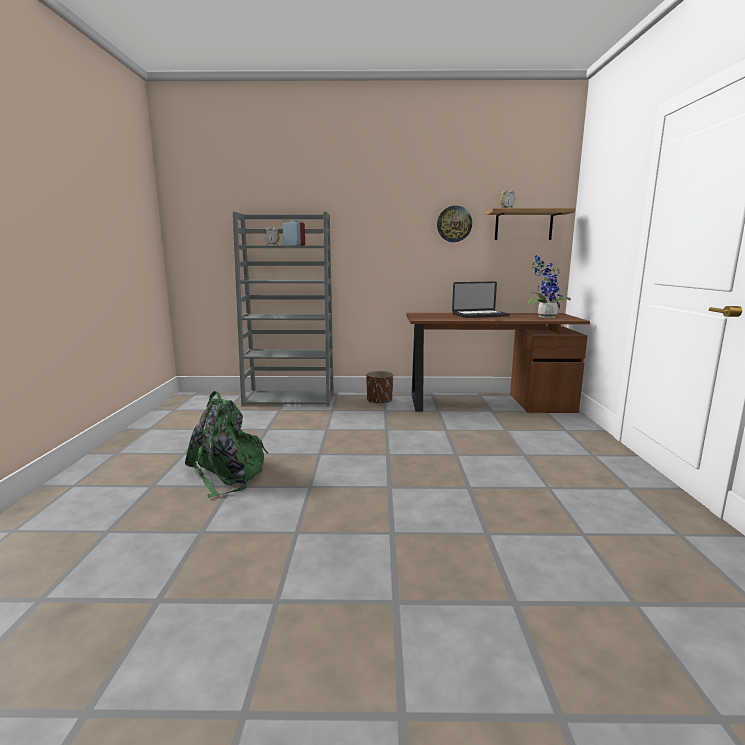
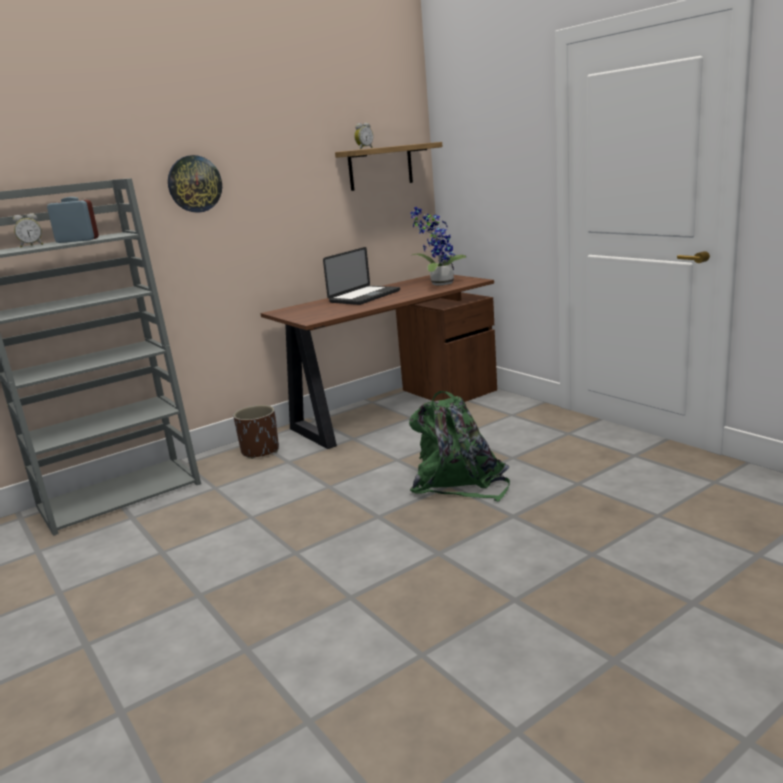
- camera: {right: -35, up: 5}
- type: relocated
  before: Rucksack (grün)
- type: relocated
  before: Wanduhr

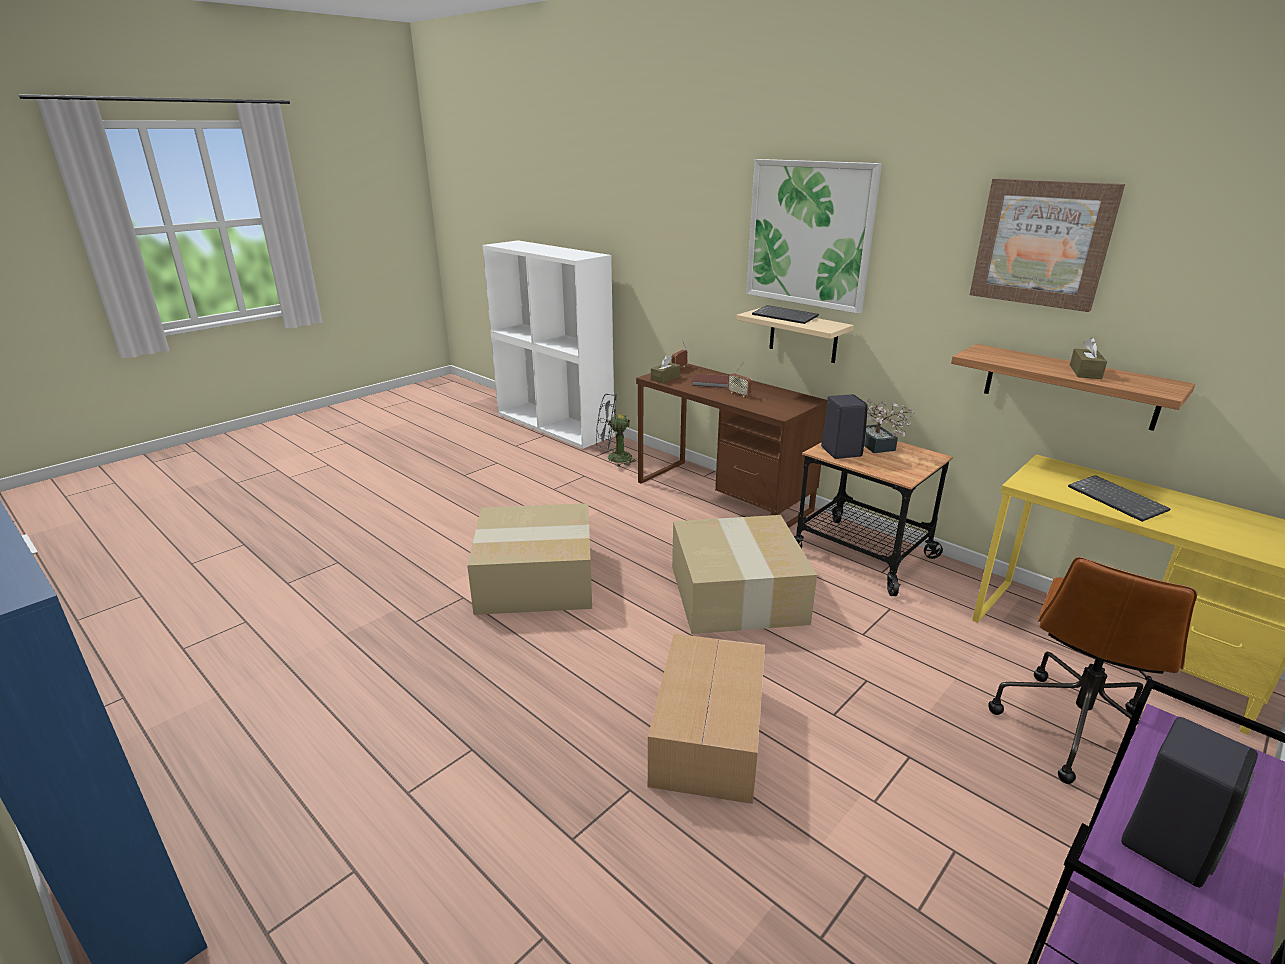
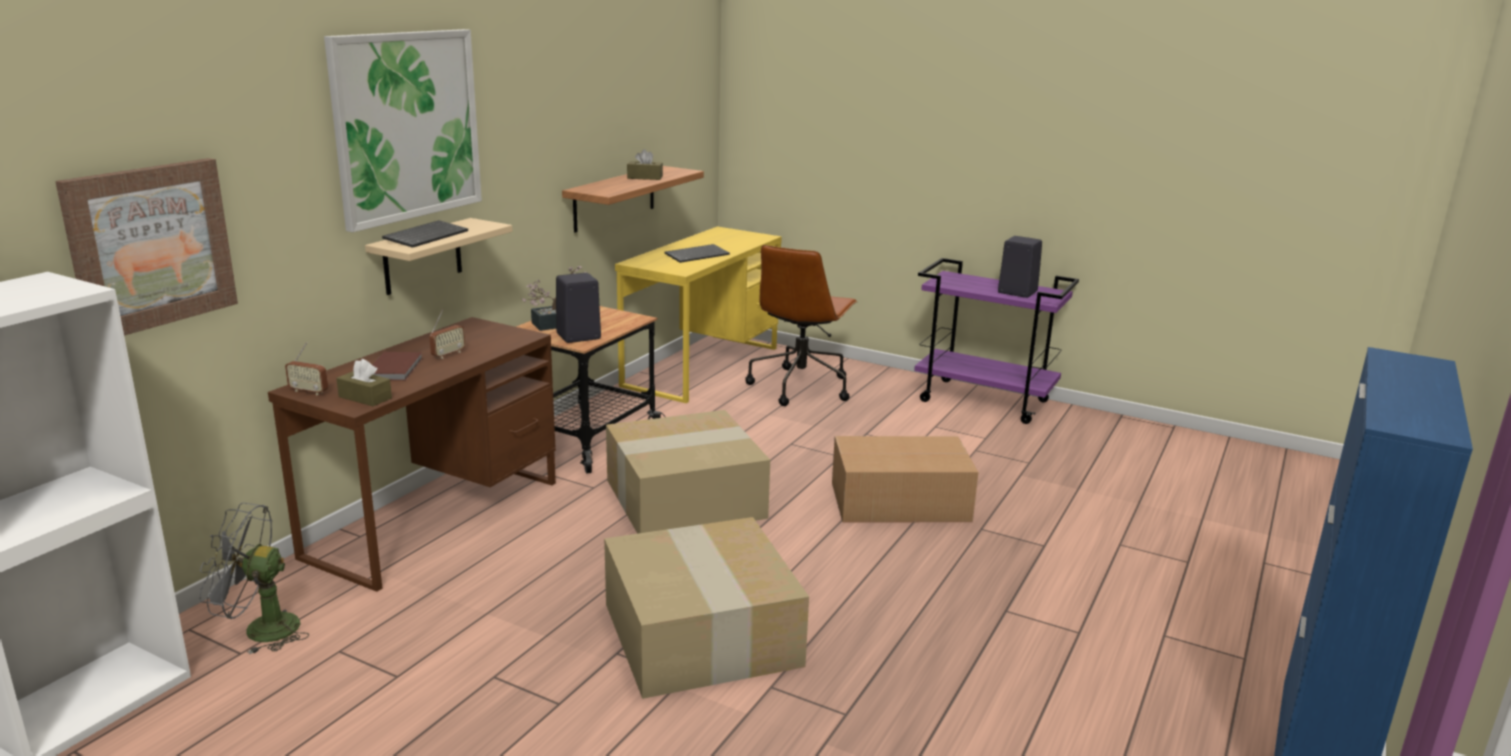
- camera: {right: -105, up: -5}
- type: spun
  before: Ventilator (grau)
  turn: 105
- type: relocated
  before: Bild (no. 2 from left in the first image)
  after: Bild (no. 1 from left)
- type: spun
  before: Bürostuhl (braun)
  turn: 90

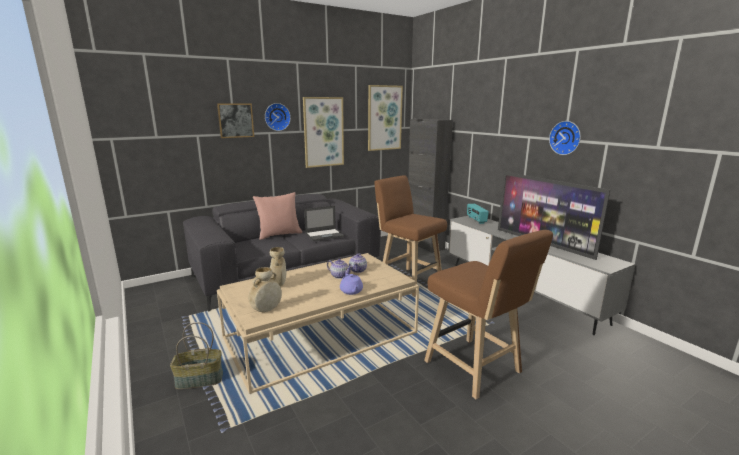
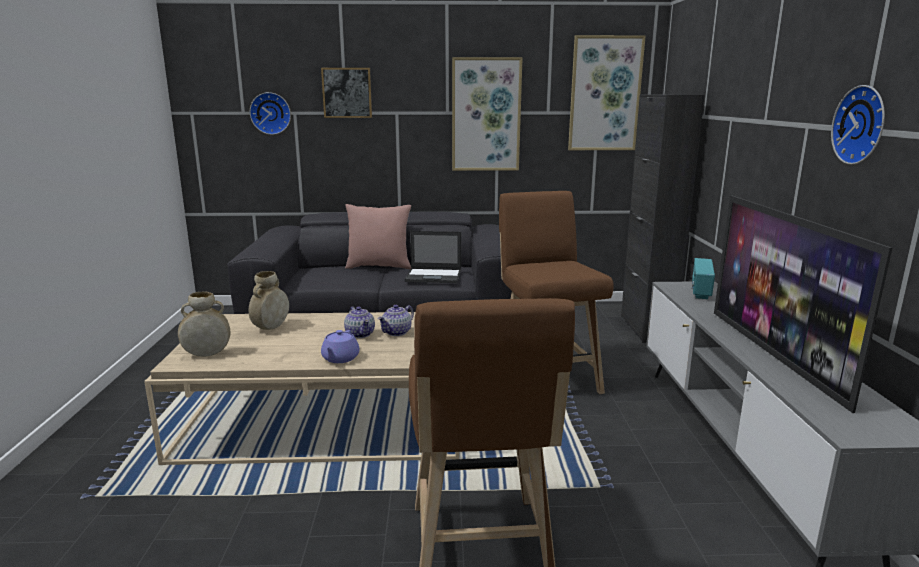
- camera: {right: 30, up: 0}
- type: missing
  before: Korb
- type: relocated
  before: Wanduhr (no. 1 from left)

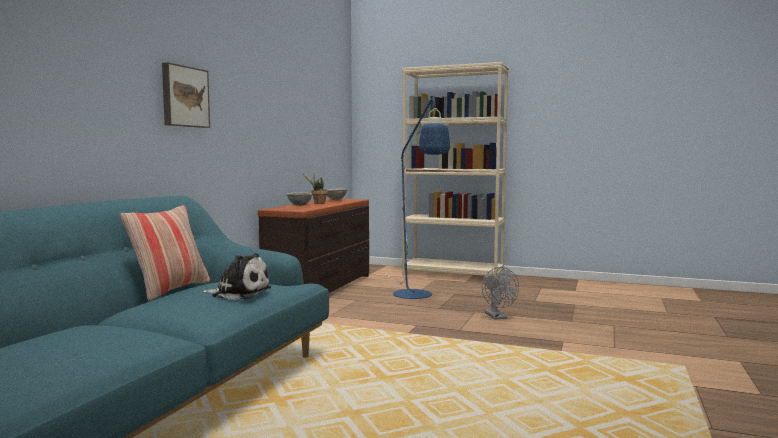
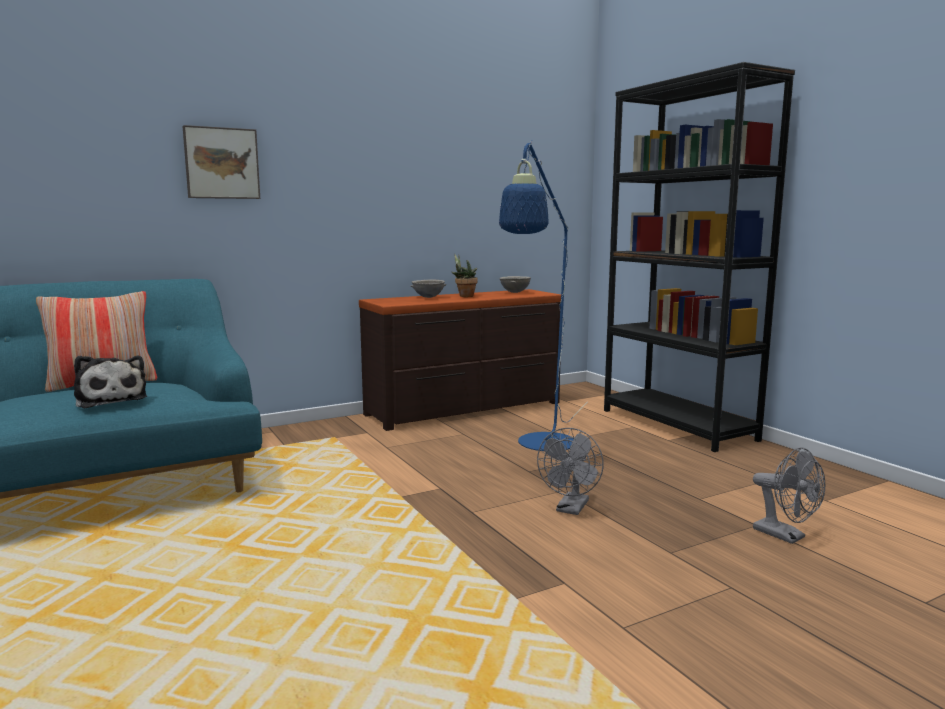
- camera: {right: 40, up: 5}
- type: colour
  before: Bücherregal (beige)
  after: Bücherregal (schwarz)
- type: appeared
  after: Ventilator (grau) (no. 2 from left)

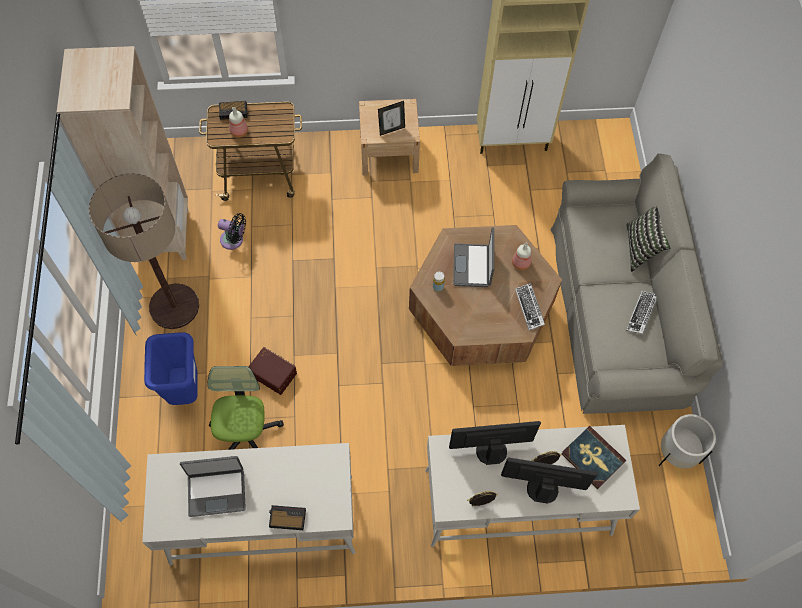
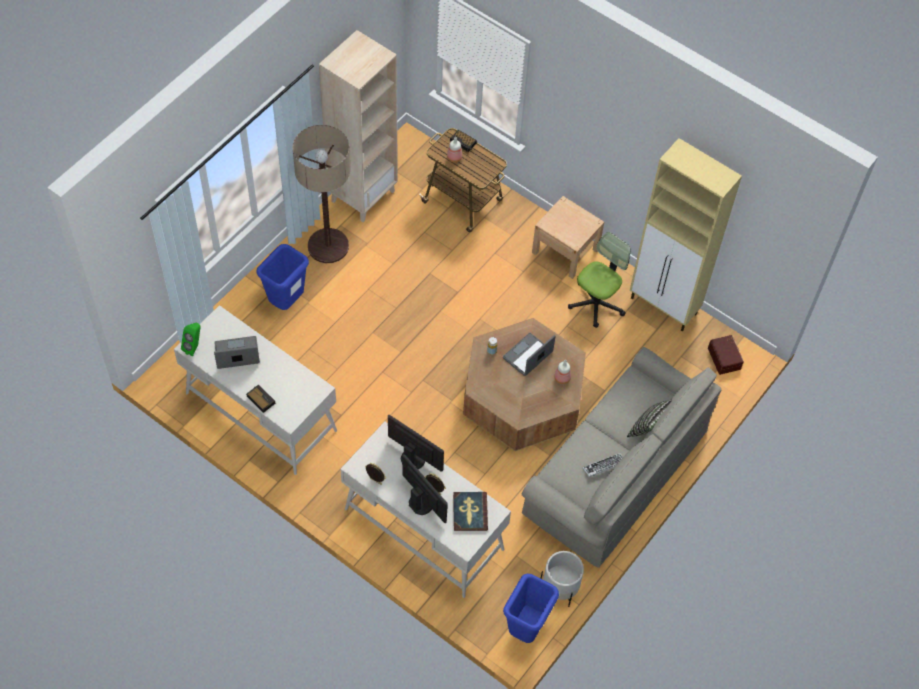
- camera: {right: 40, up: -5}
- type: spun
  before: Laptop (no. 1 from left)
  turn: 135
- type: relocated
  before: Bürostuhl
- type: missing
  before: Ventilator (schwarz)
- type: relocated
  before: Aufbewahrungsbox (braun)
- type: missing
  before: Bilderrahmen (no. 1 from left)
- type: missing
  before: Tastatur (no. 1 from left)
- type: appeared
  after: Lautsprecher (grün)
- type: appeared
  after: Mülleimer (blau) (no. 2 from left)

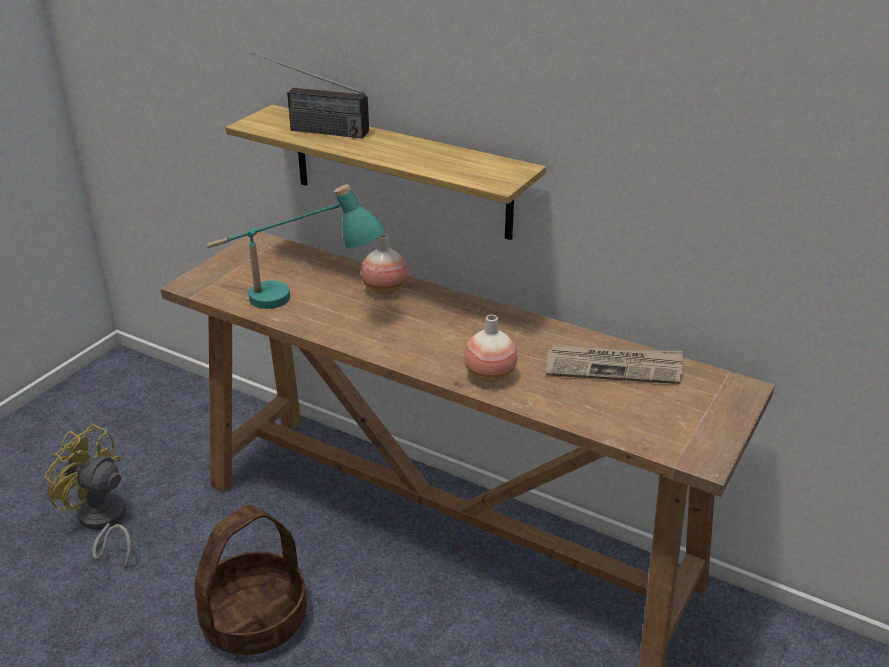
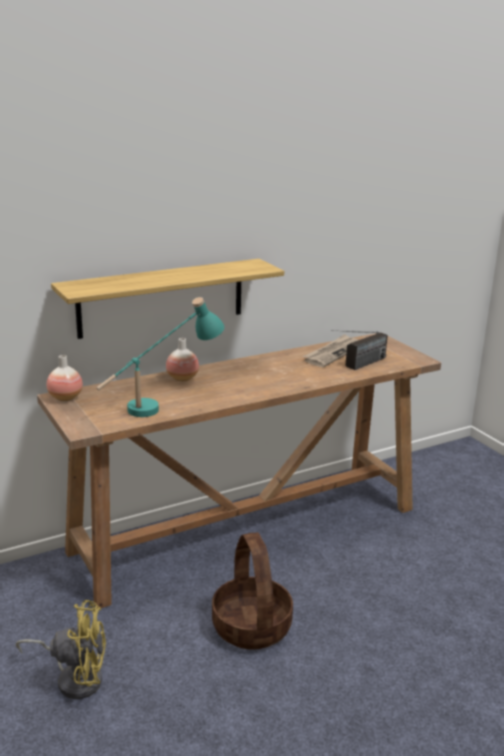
- camera: {right: -60, up: -10}
- type: spun
  before: Ventilator (gelb)
  turn: -150
- type: relocated
  before: Radio
- type: relocated
  before: Vase (no. 2 from left in the first image)
  after: Vase (no. 1 from left)

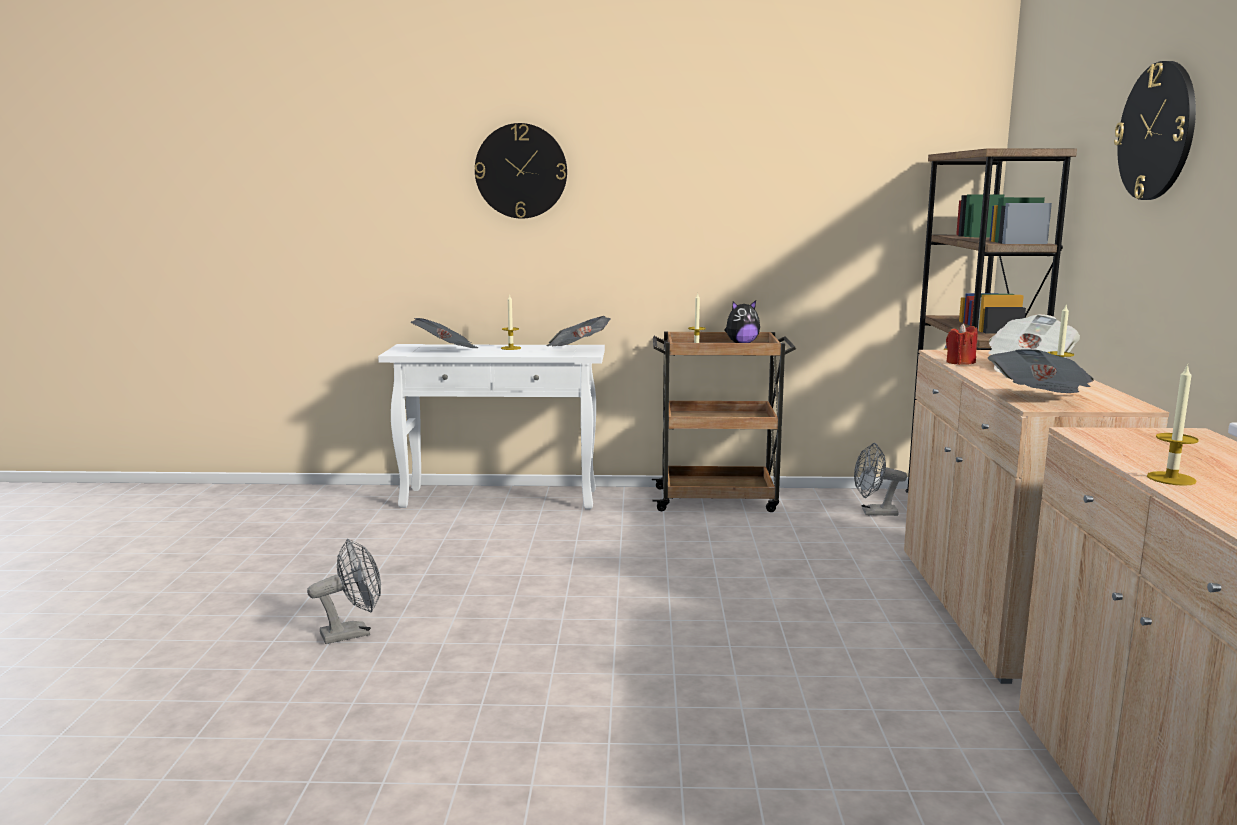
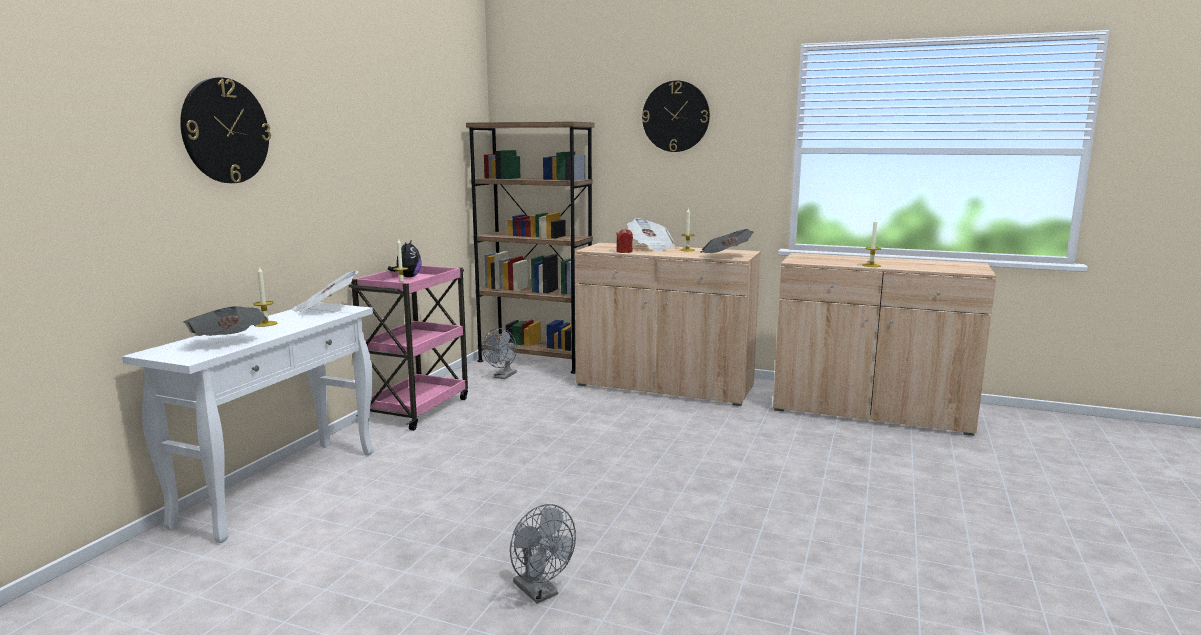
- camera: {right: -70, up: 0}
- type: spun
  before: Ventilator (grau) (no. 1 from left in the first image)
  turn: 150
- type: colour
  before: Rollwagen (braun)
  after: Rollwagen (rosa)

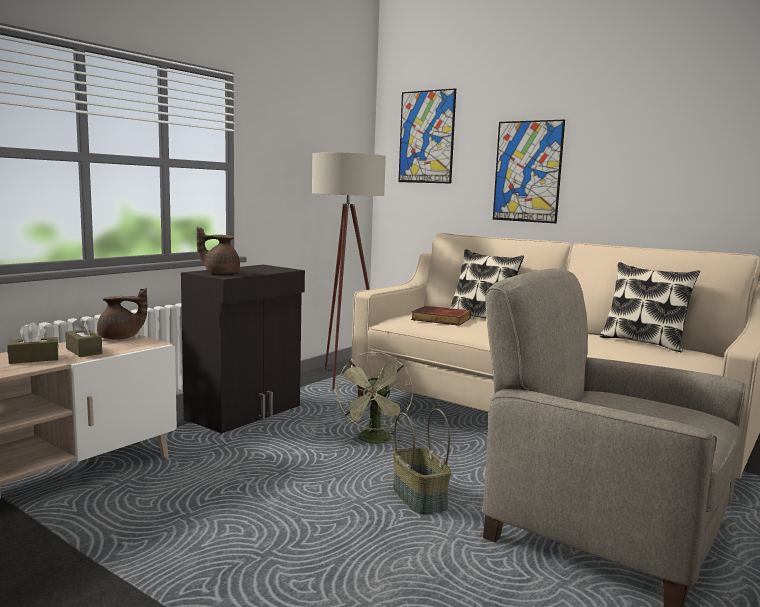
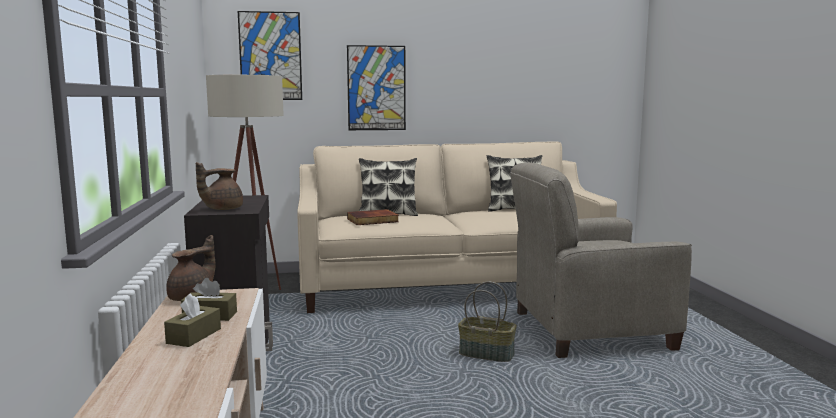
- camera: {right: -45, up: 0}
- type: missing
  before: Ventilator (grün)

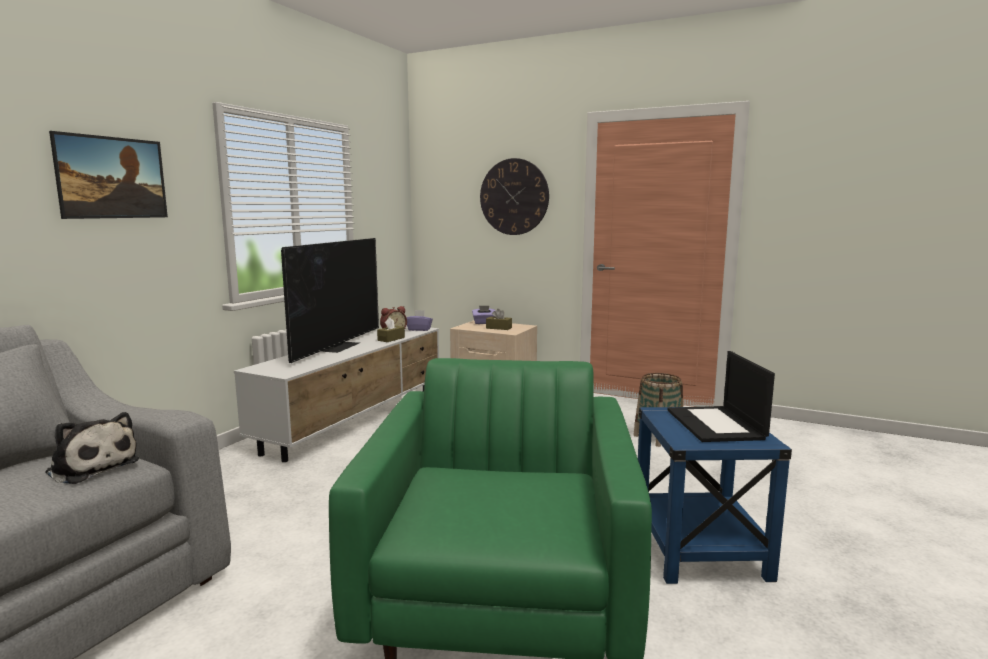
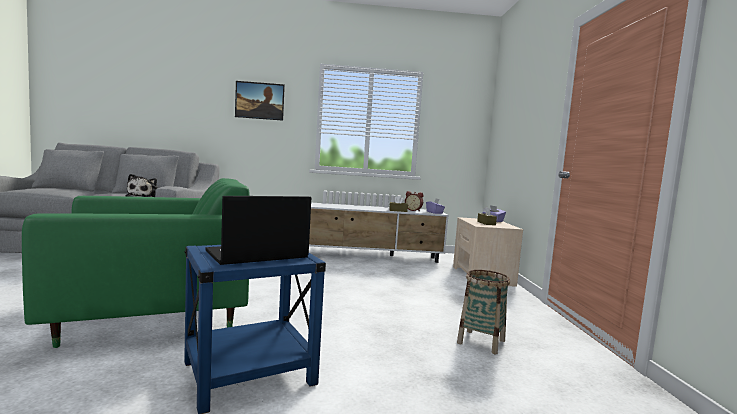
- camera: {right: 60, up: -5}
- type: missing
  before: Fernseher
- type: missing
  before: Wanduhr

